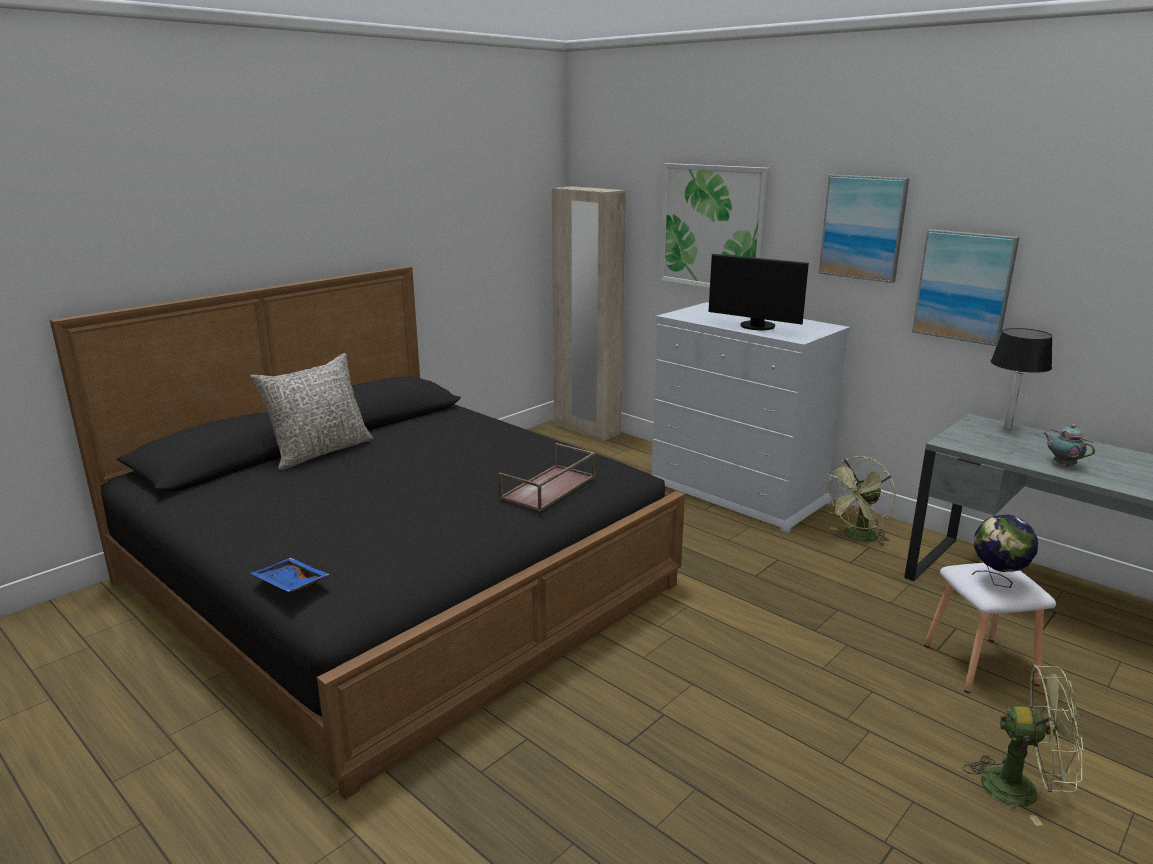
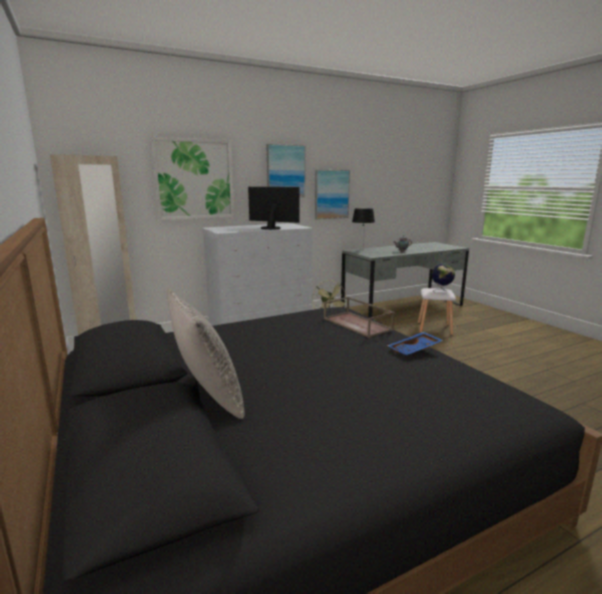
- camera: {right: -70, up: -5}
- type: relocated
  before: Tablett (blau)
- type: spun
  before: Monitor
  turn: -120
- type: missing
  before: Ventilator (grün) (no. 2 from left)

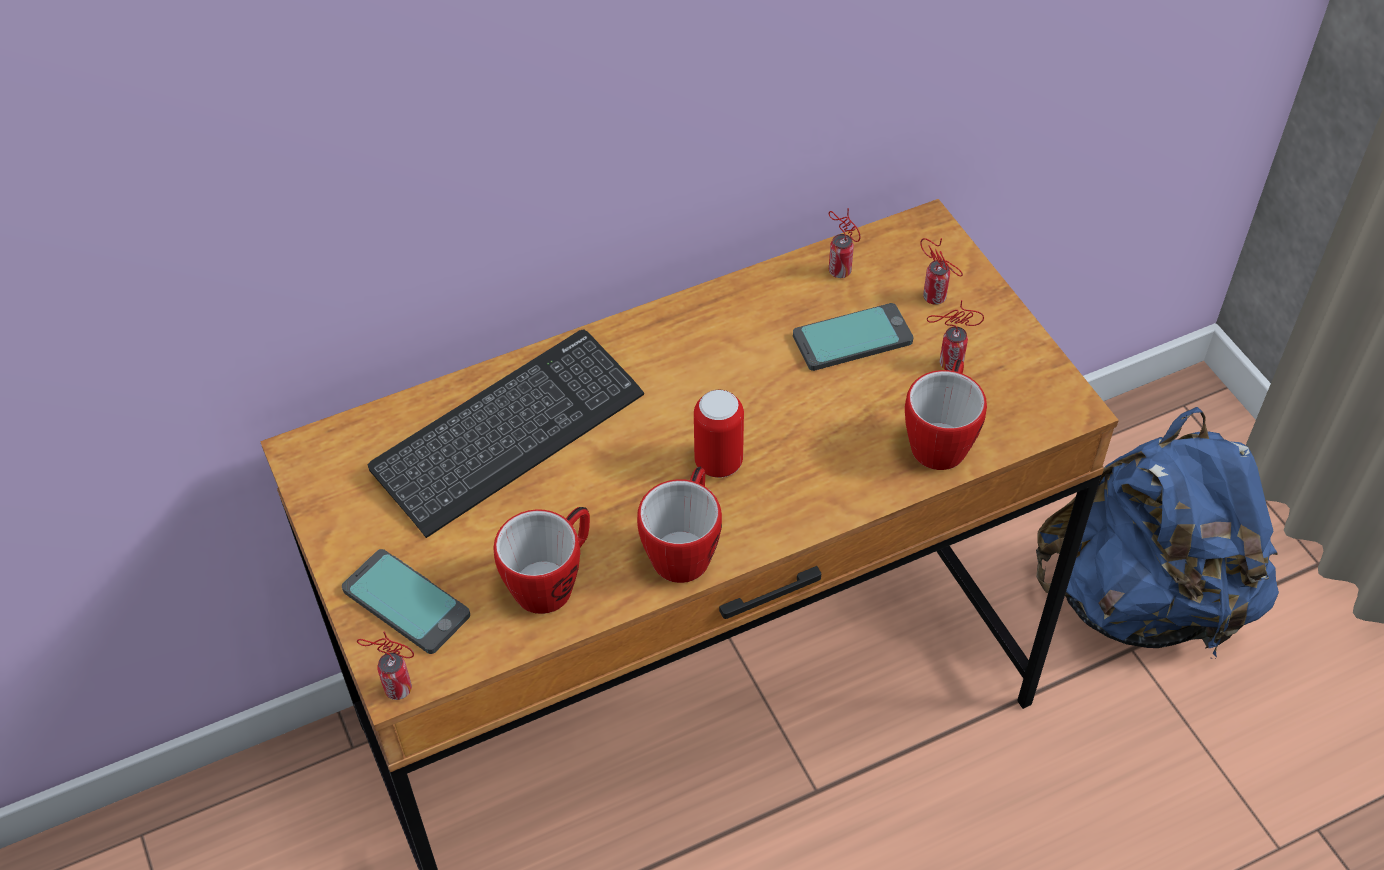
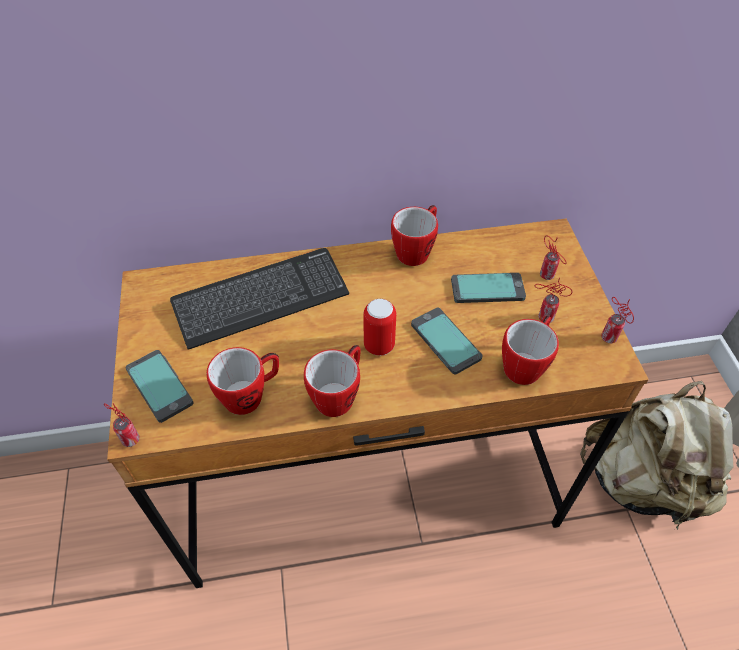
- camera: {right: 15, up: 0}
- type: relocated
  before: Dose (no. 3 from left in the first image)
  after: Dose (no. 5 from left)
- type: colour
  before: Rucksack (blau)
  after: Rucksack (beige)
- type: appeared
  after: Henkelbecher (no. 3 from left)
- type: appeared
  after: Handy (no. 2 from left)

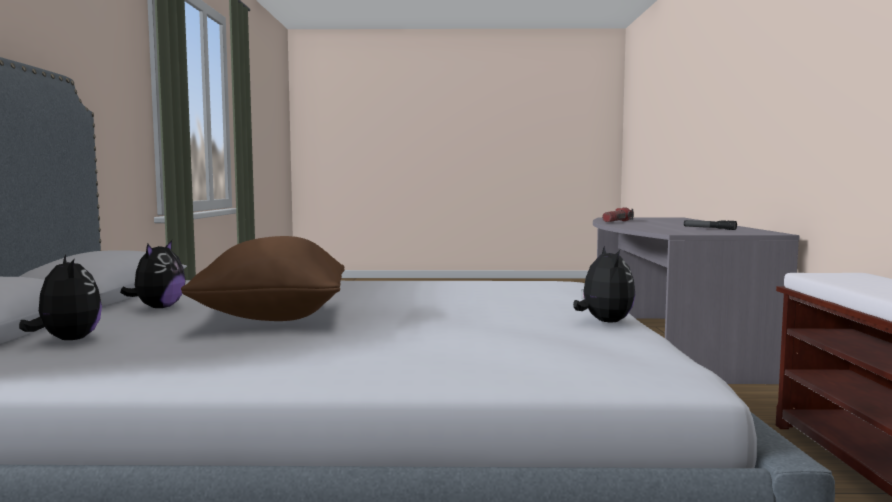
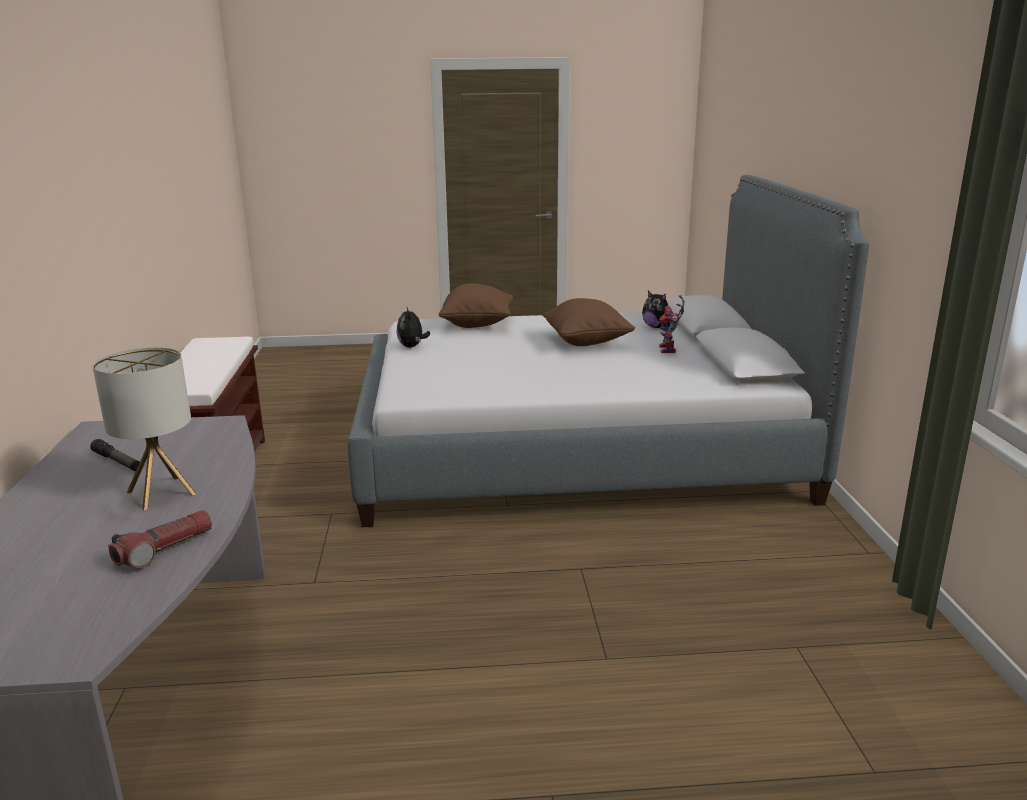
- camera: {right: 175, up: 15}
- type: exchanged
  before: Plüschtier (no. 2 from left)
  after: Spielzeugroboter
- type: appeared
  after: Tischlampe
- type: appeared
  after: Kissen (braun) (no. 1 from left)

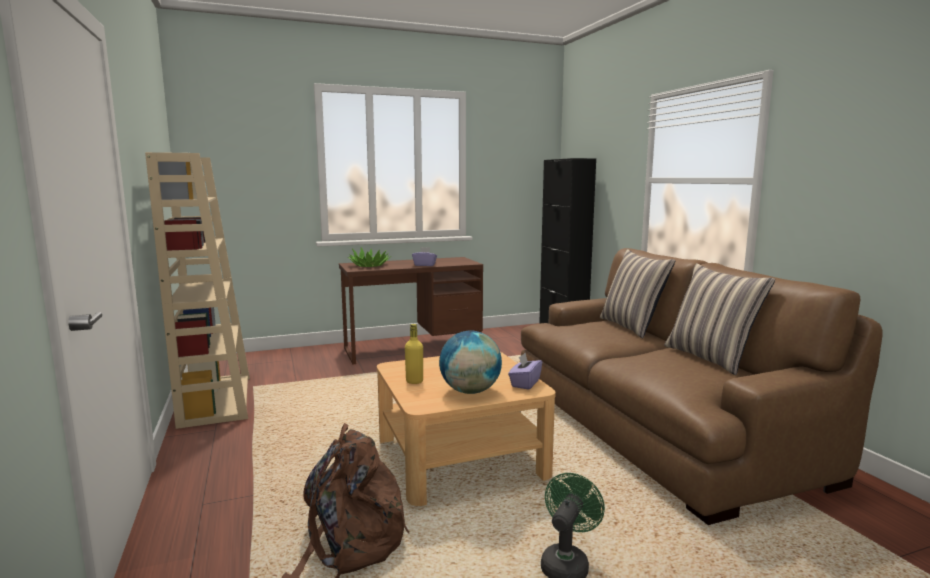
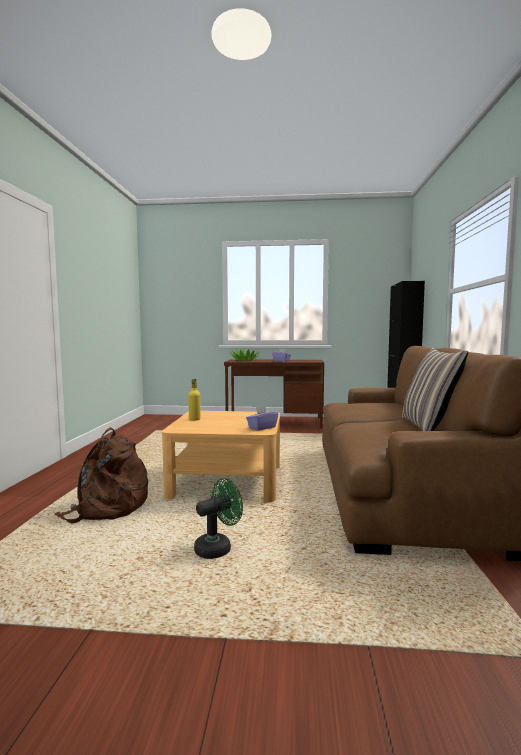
- camera: {right: 25, up: -5}
- type: missing
  before: Bücherregal (beige)
- type: missing
  before: Globus
- type: missing
  before: Kissen (no. 1 from left)

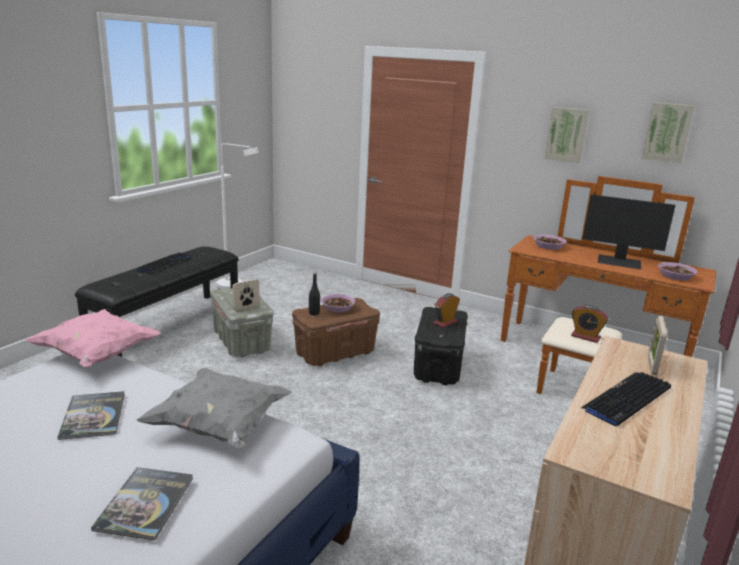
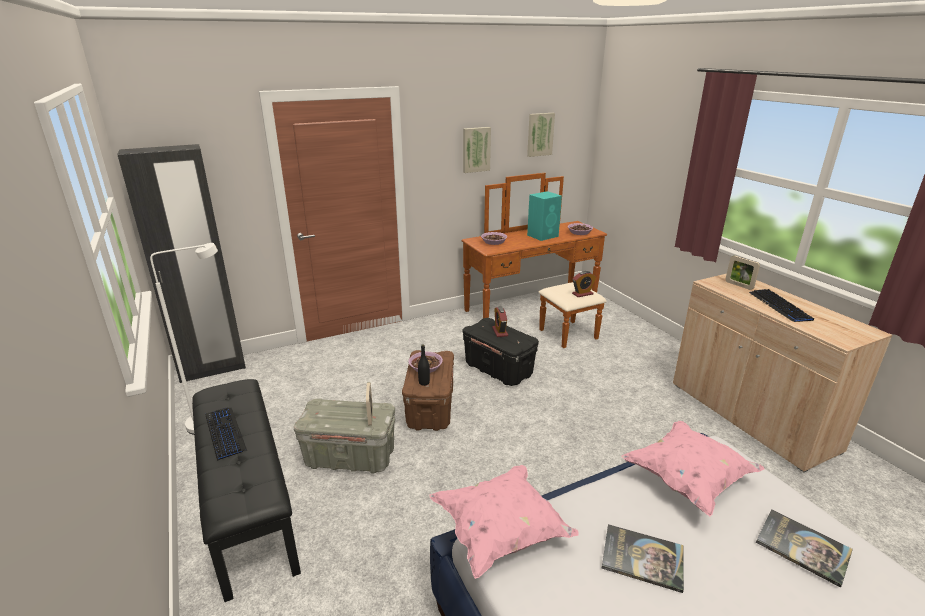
- camera: {right: -55, up: 5}
- type: colour
  before: Kissen (grau)
  after: Kissen (rosa) (no. 2 from left)
- type: exchanged
  before: Monitor
  after: Lautsprecher (türkis)
- type: appeared
  after: Kleiderschrank (schwarz)

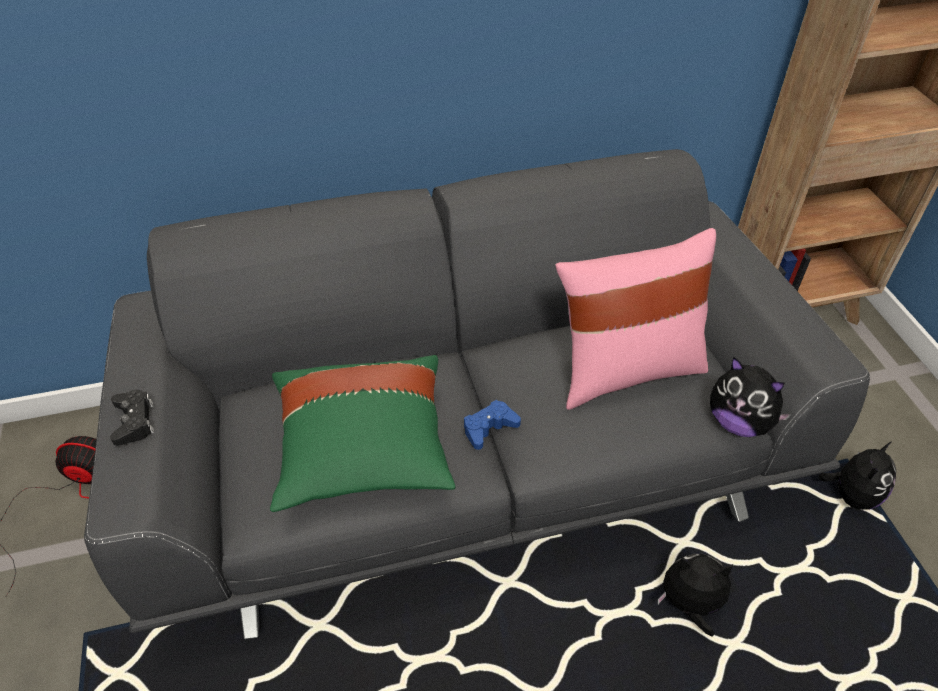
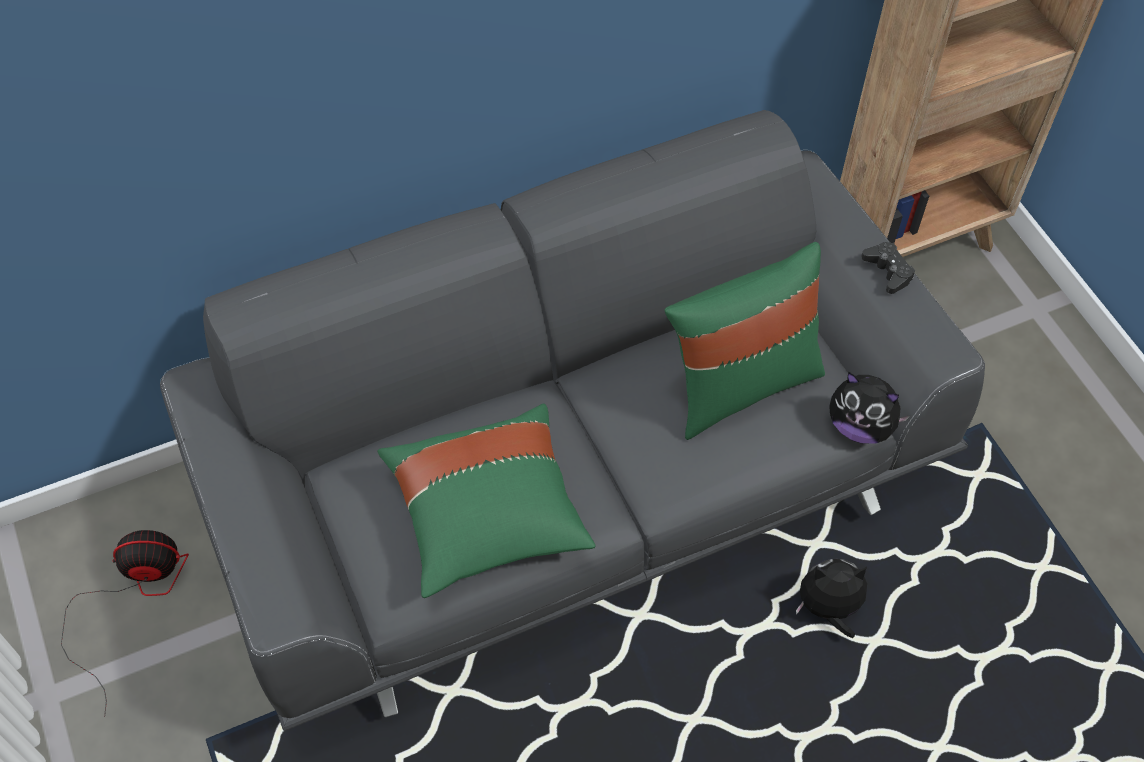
- camera: {right: -10, up: 10}
- type: relocated
  before: Gamepad (schwarz)
- type: missing
  before: Gamepad (blau)
- type: colour
  before: Kissen (rosa)
  after: Kissen (grün) (no. 2 from left)
- type: missing
  before: Plüschtier (no. 3 from left)

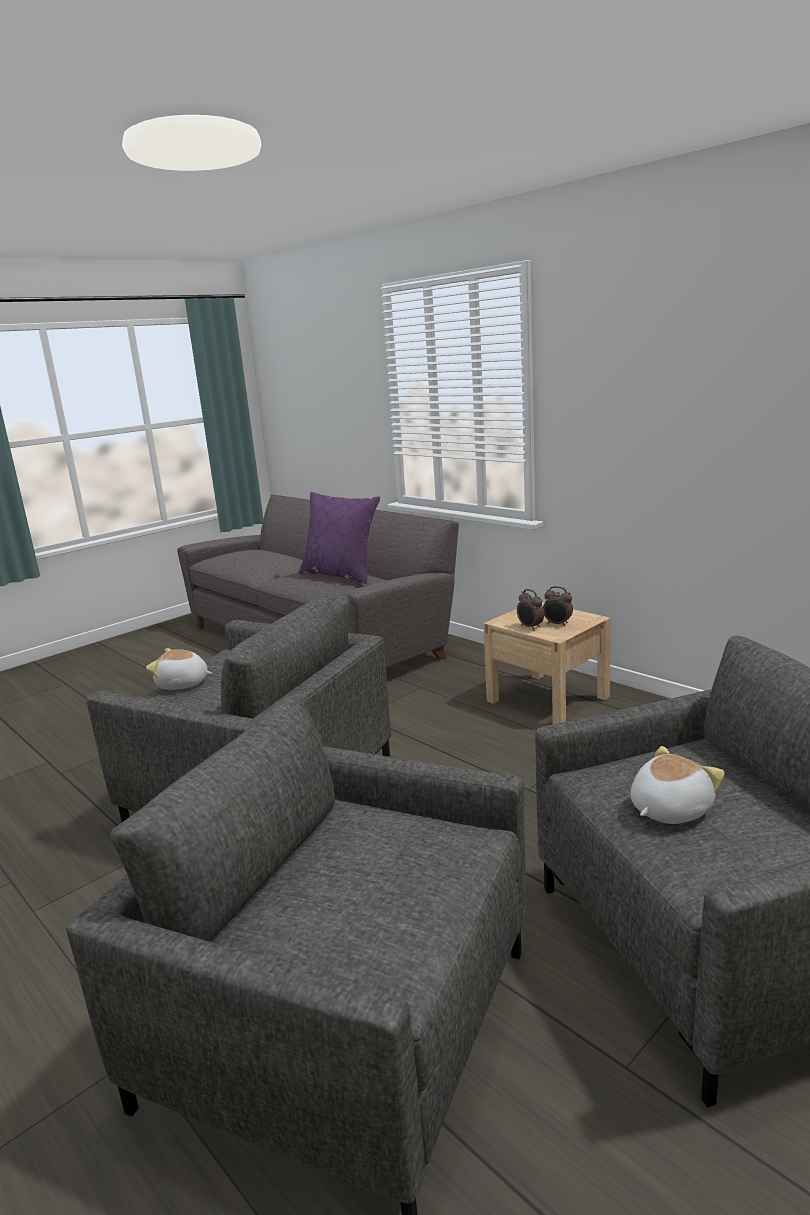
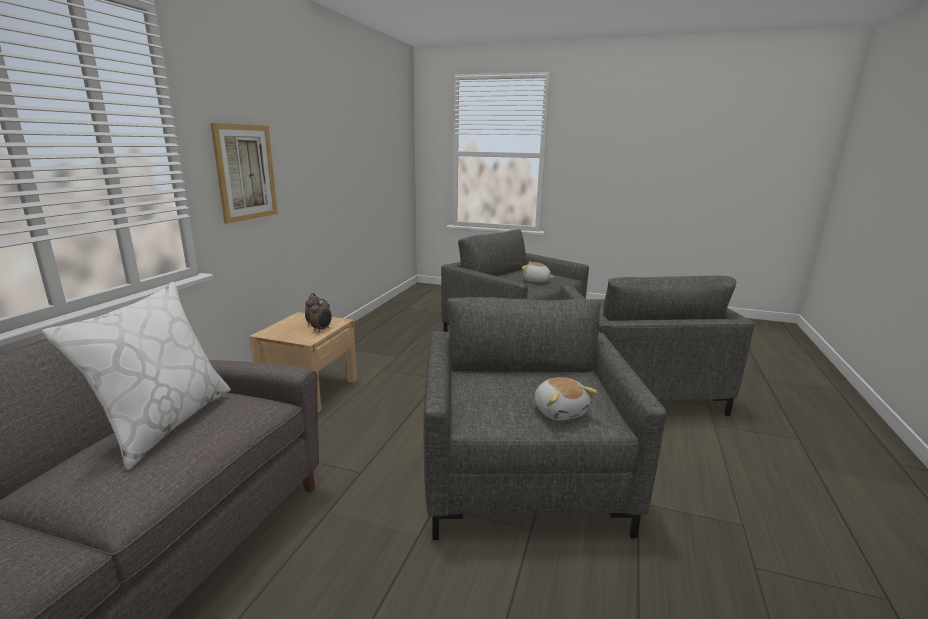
- camera: {right: -120, up: 0}
- type: colour
  before: Kissen (lila)
  after: Kissen (weiß)
- type: appeared
  after: Bild

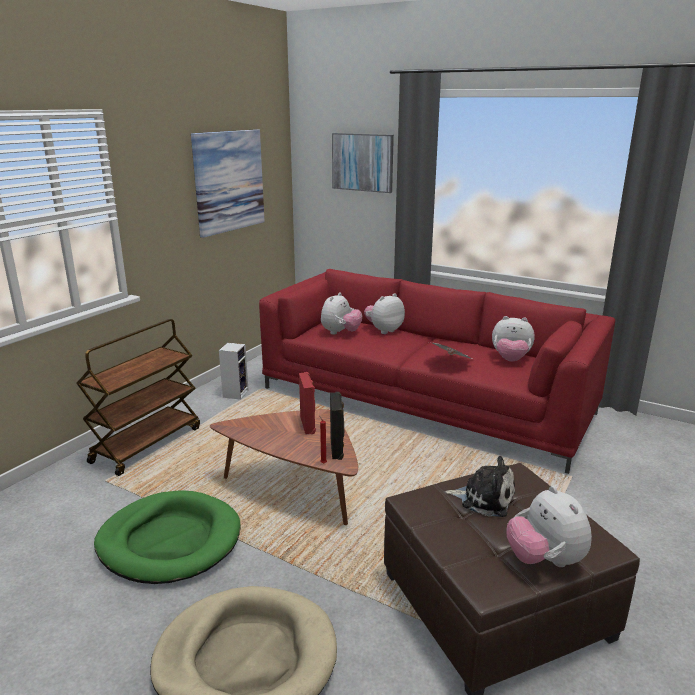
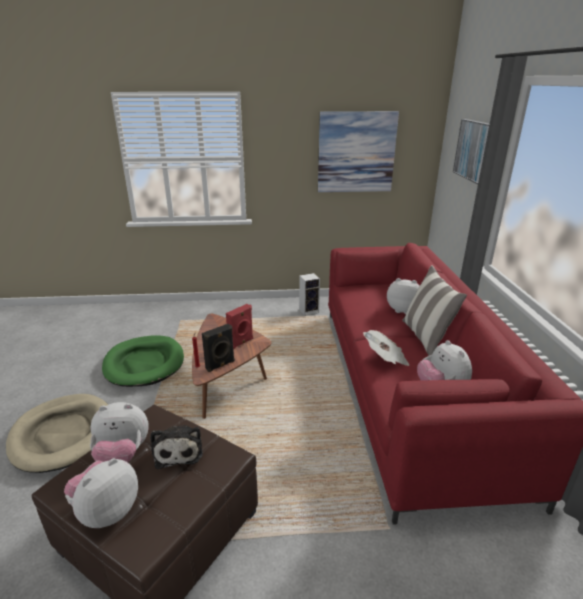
- camera: {right: 55, up: 5}
- type: missing
  before: Rollwagen (braun)
- type: relocated
  before: Plüschtier (no. 1 from left in the first image)
  after: Plüschtier (no. 2 from left)
- type: appeared
  after: Kissen

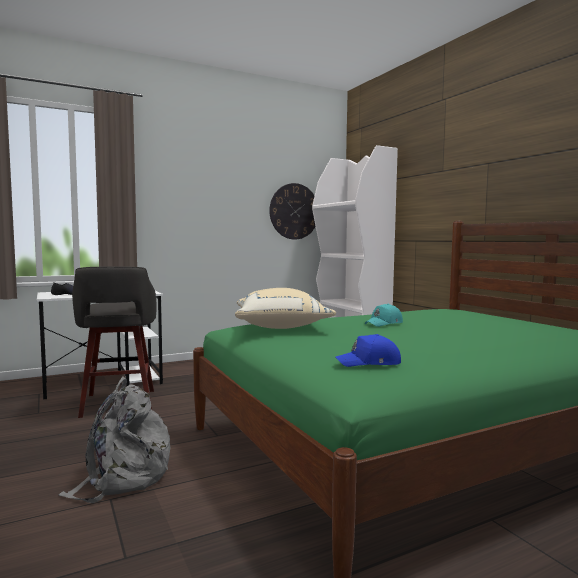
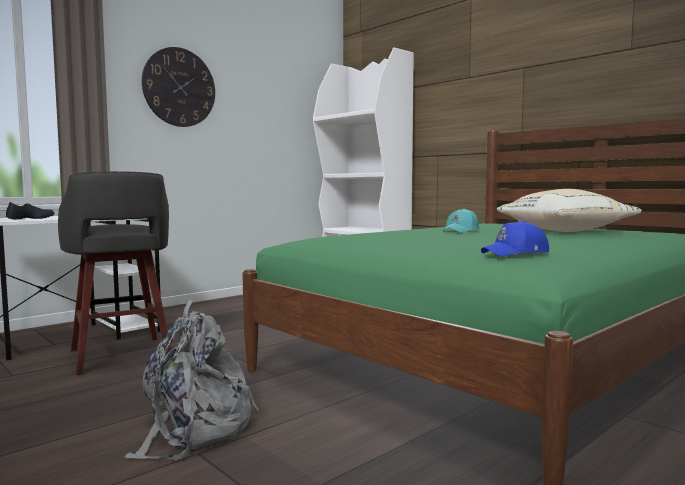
- camera: {right: -15, up: 0}
- type: relocated
  before: Kissen (beige)
- type: relocated
  before: Wanduhr

